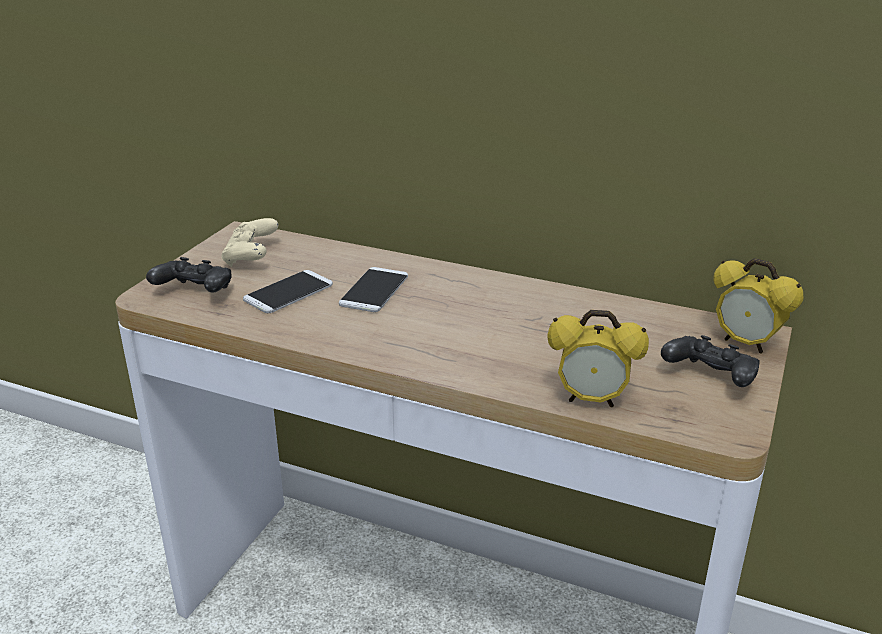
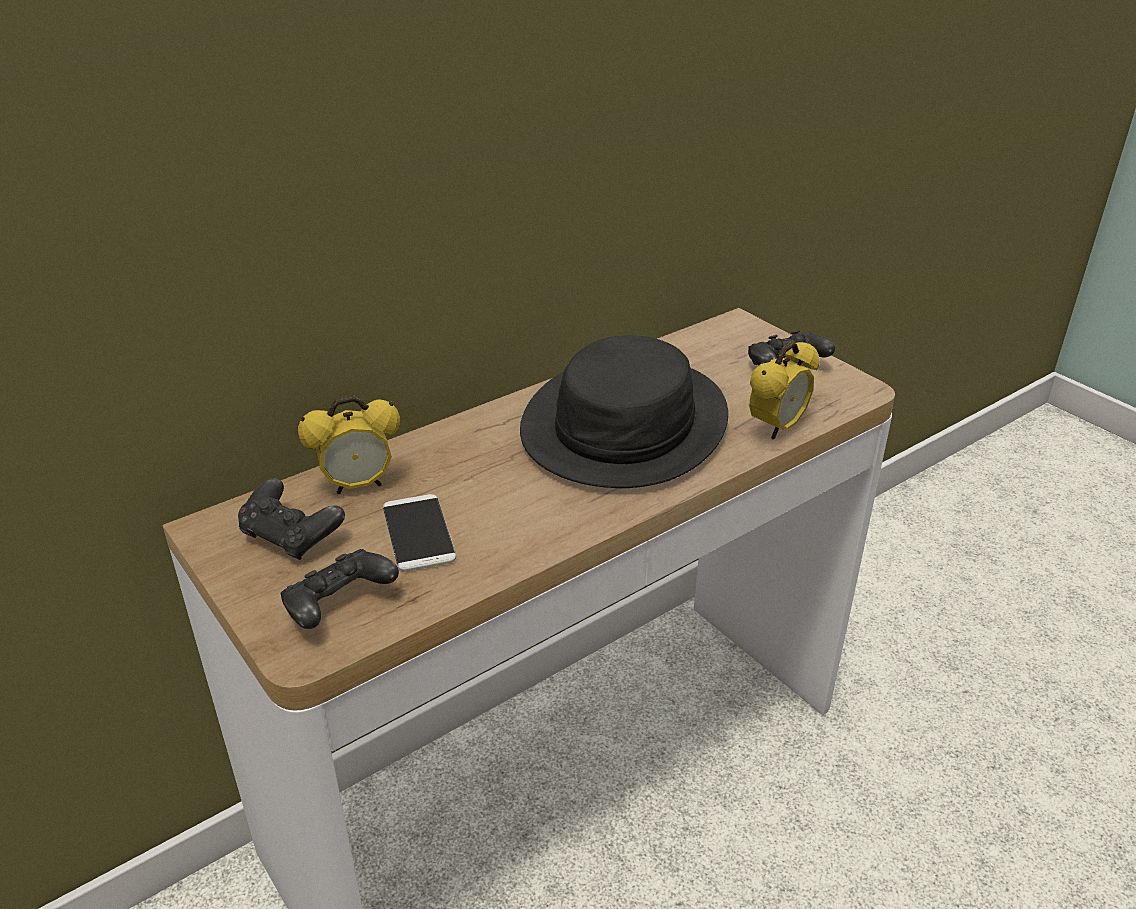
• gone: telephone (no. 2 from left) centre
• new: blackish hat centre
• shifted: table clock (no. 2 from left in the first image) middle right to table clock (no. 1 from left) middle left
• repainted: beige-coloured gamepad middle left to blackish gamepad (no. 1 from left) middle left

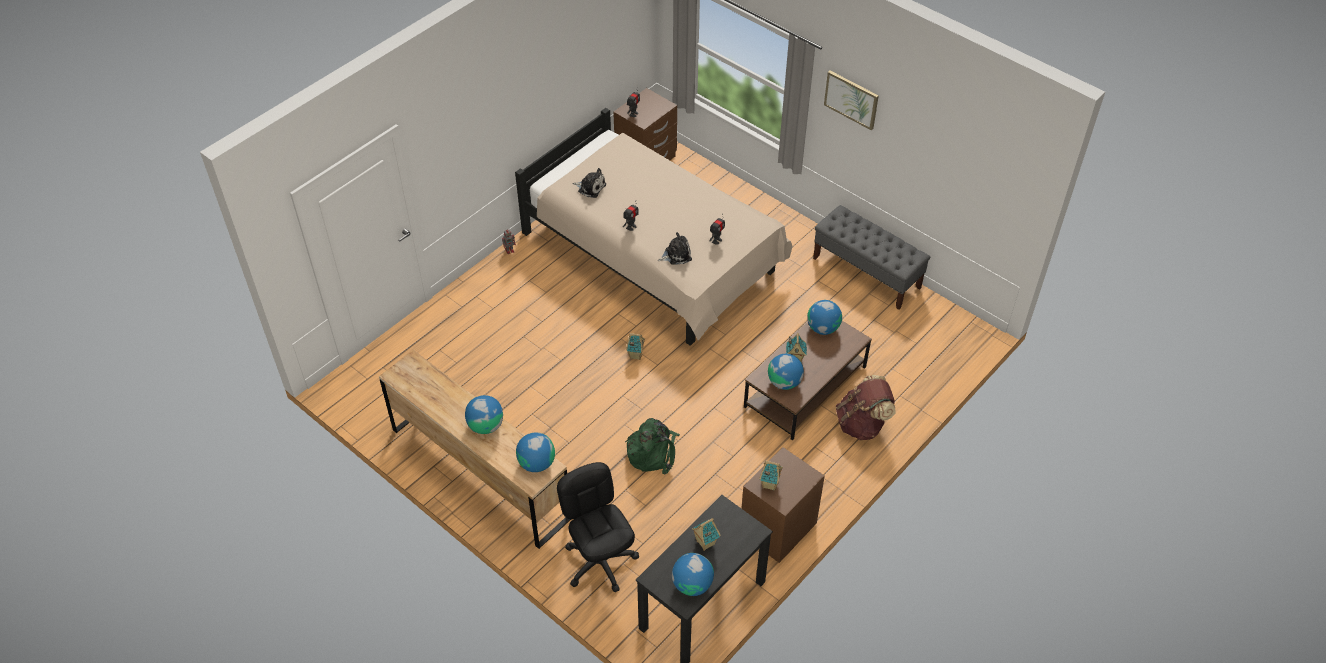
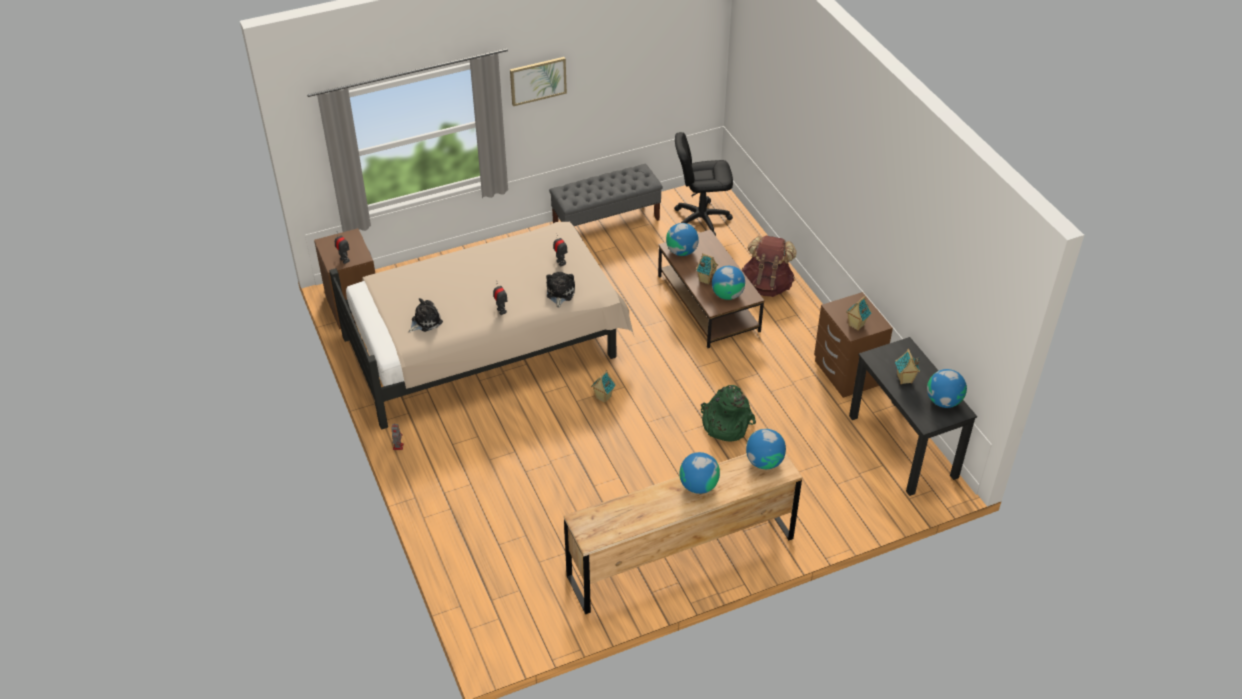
• shifted: blackish desk chair bottom centre to top centre

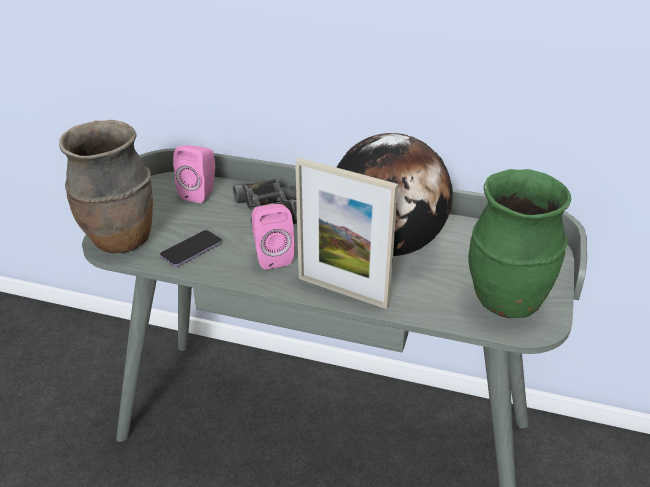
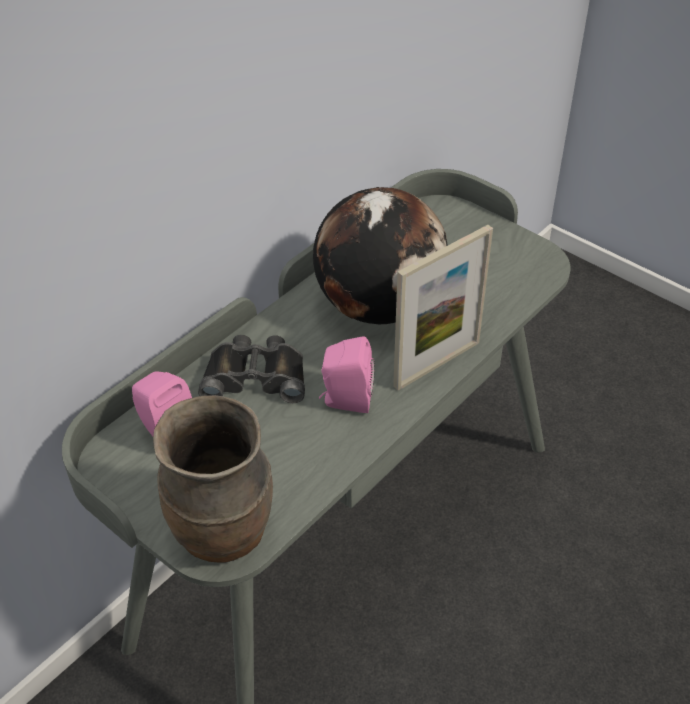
• gone: telephone middle left
• gone: greenish vase middle right

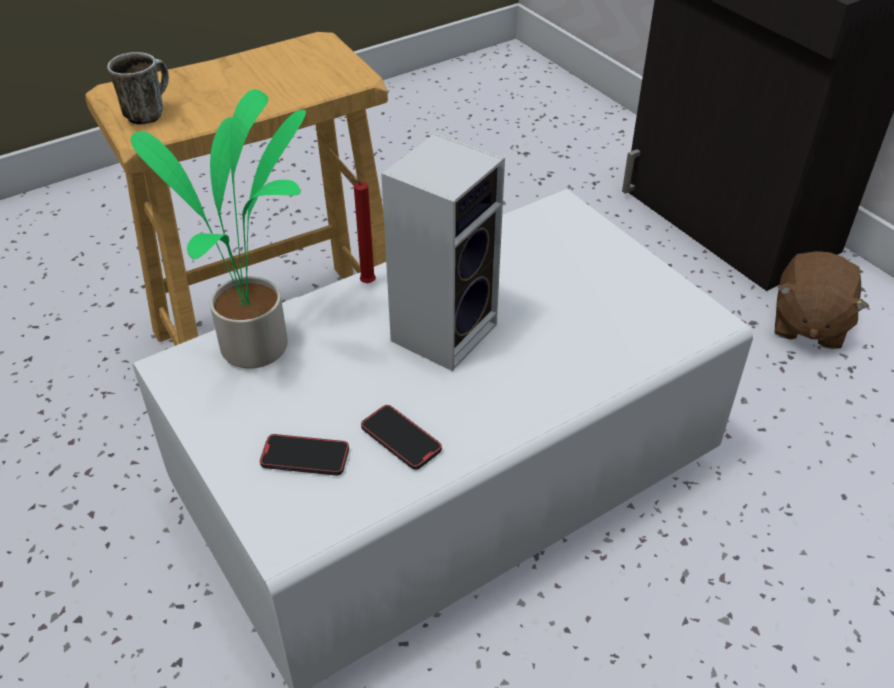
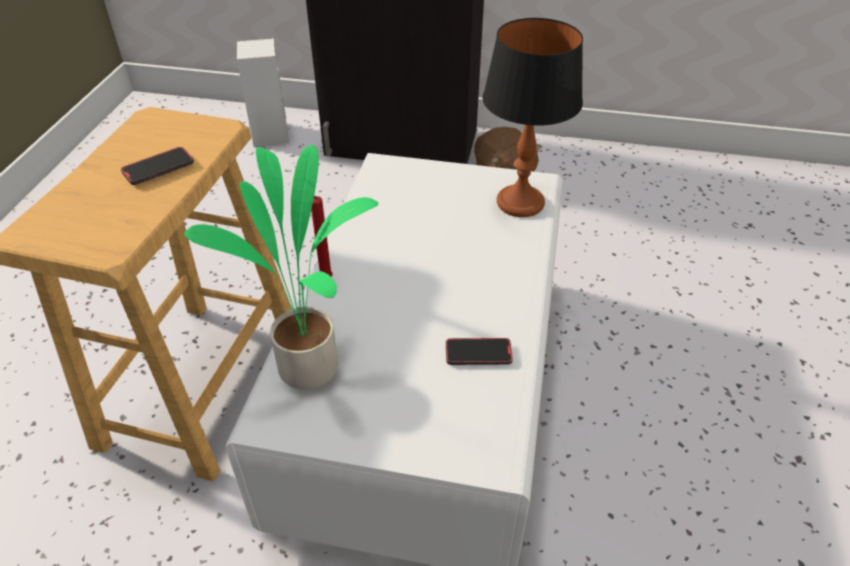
• gone: mug top left
• new: table lamp top centre
• shifted: telephone (no. 1 from left) centre to top left
• shifted: audio speaker centre to top left

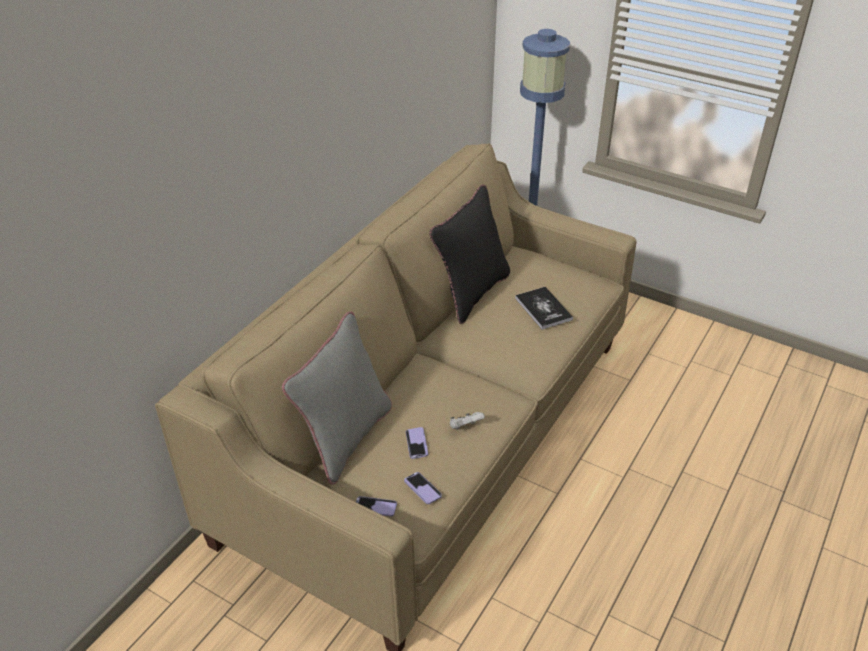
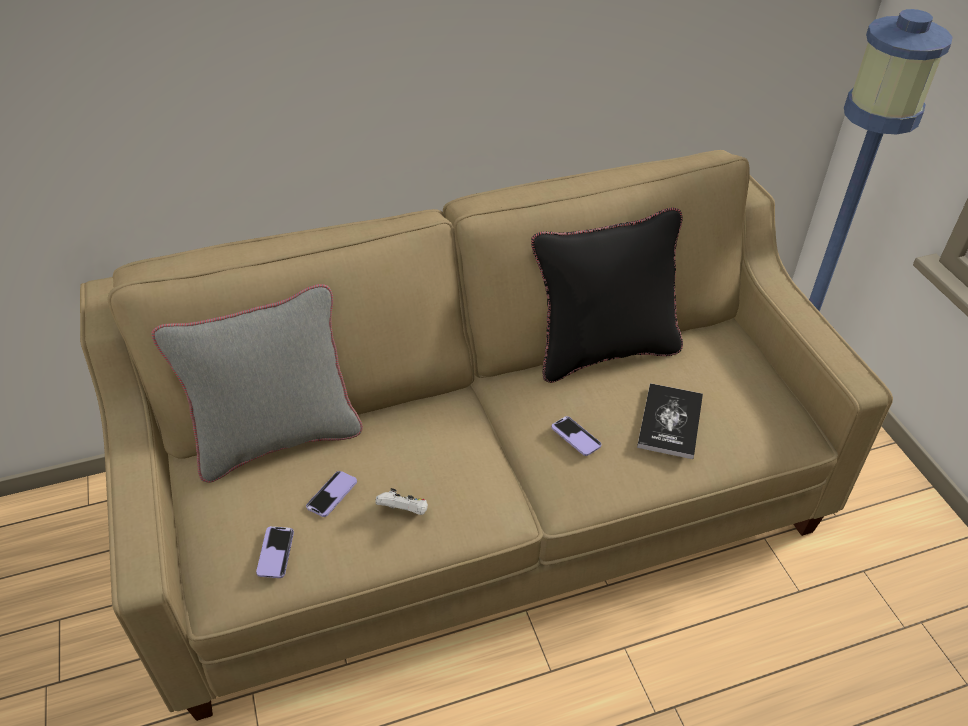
• shifted: telephone (no. 1 from left in the first image) bottom centre to telephone (no. 3 from left) centre

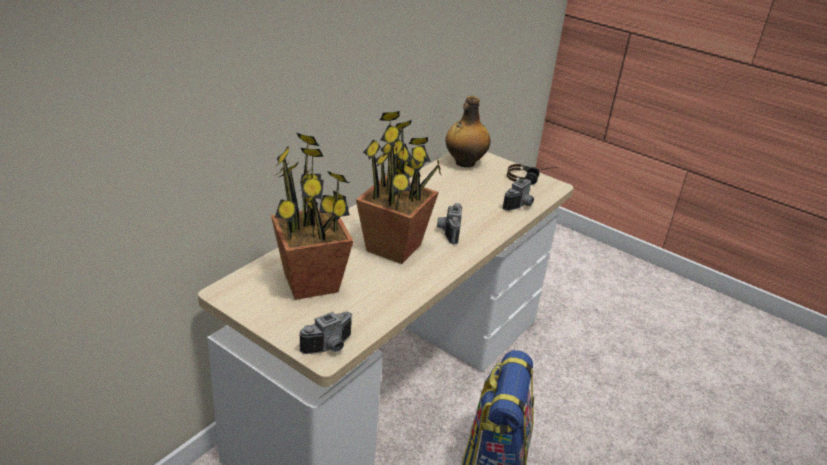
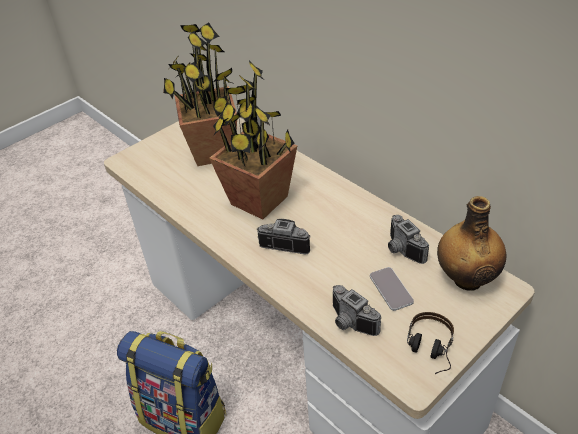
• new: telephone middle right
• shifted: still camera (no. 1 from left in the first image) bottom centre to still camera (no. 3 from left) middle right

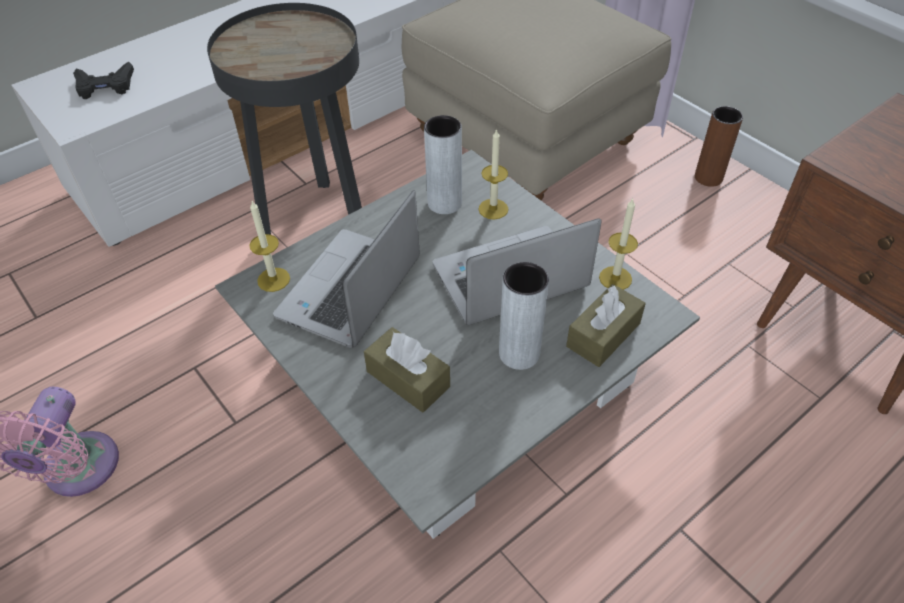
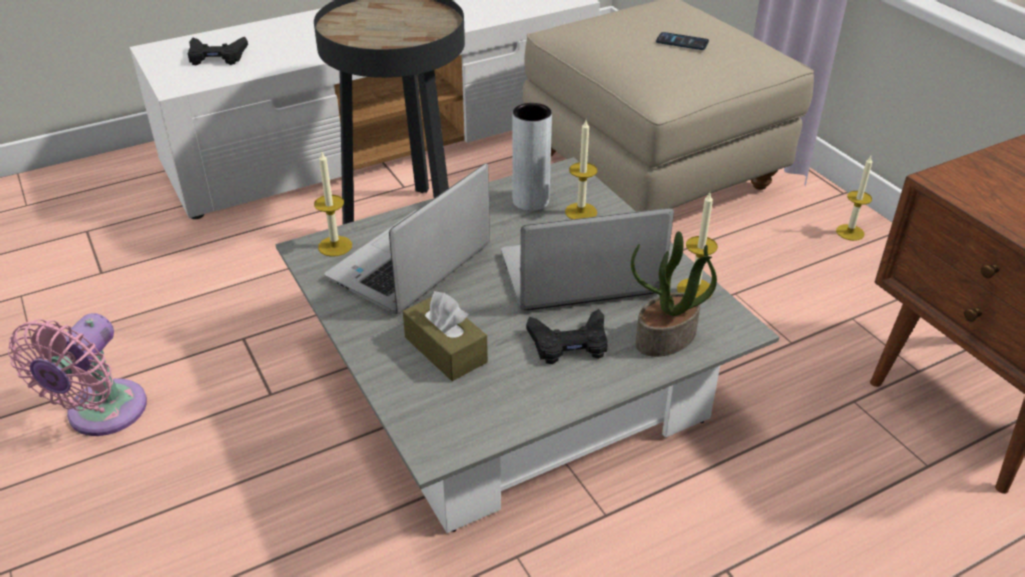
• new: telephone top centre
• swapped: grey vase (no. 2 from left) centre to blackish gamepad (no. 2 from left) centre
• swapped: brownish box of tissues (no. 2 from left) middle right to houseplant centre
• swapped: brownish vase top right to candle (no. 4 from left) middle right

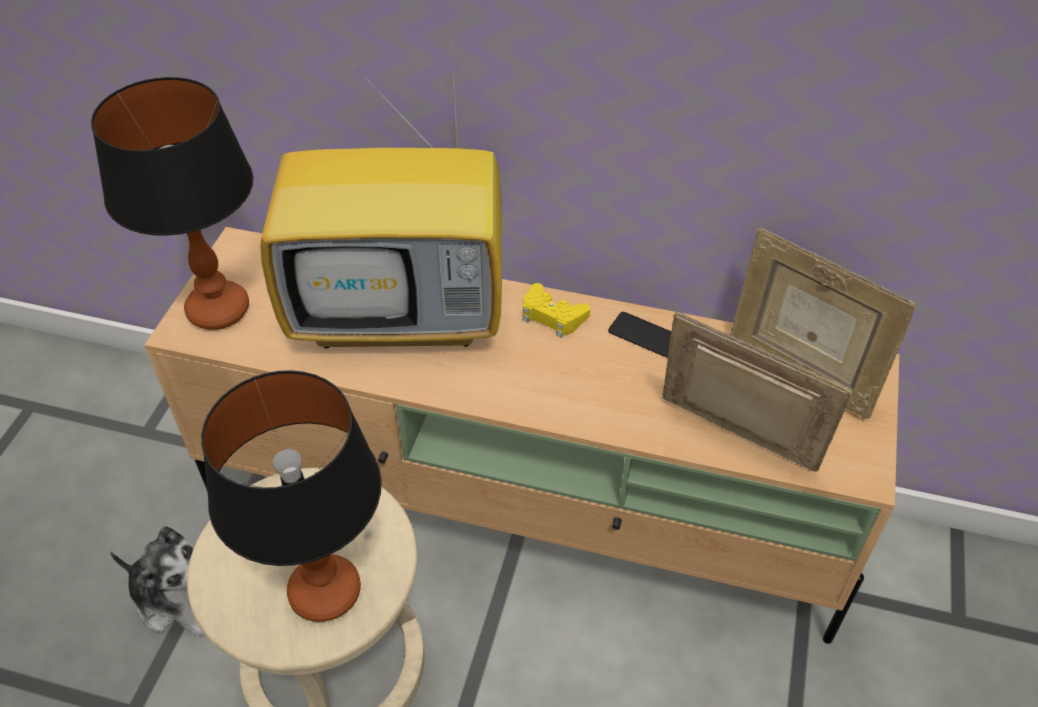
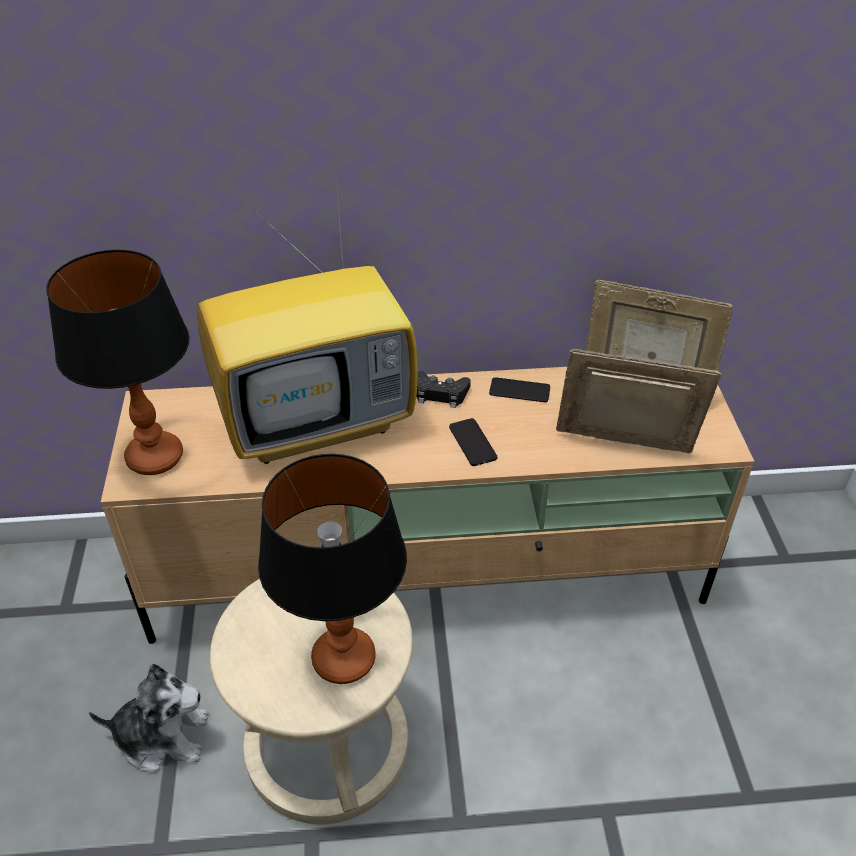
• new: telephone (no. 1 from left) centre
• repainted: yellowish gamepad centre to blackish gamepad centre

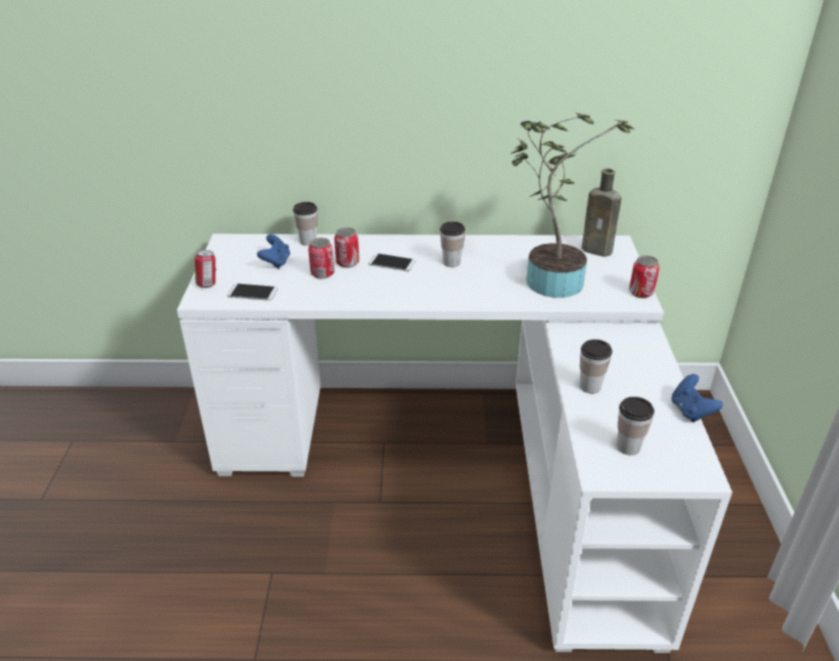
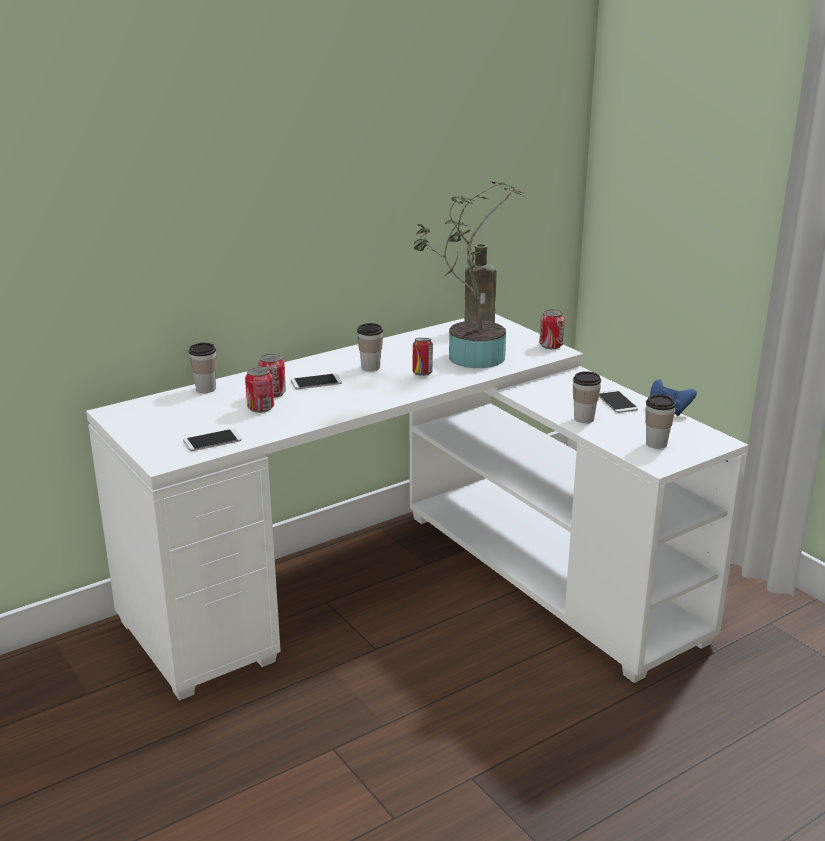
• gone: blue gamepad (no. 1 from left) middle left
• new: telephone (no. 3 from left) middle right
• shifted: sealed can (no. 1 from left in the first image) middle left to sealed can (no. 3 from left) centre

